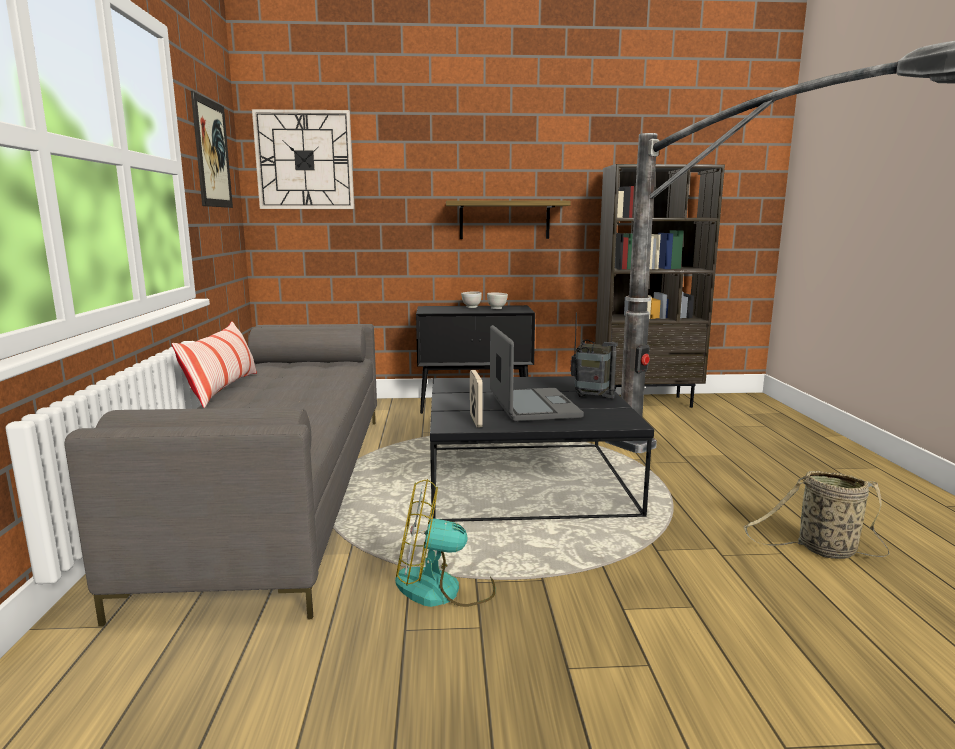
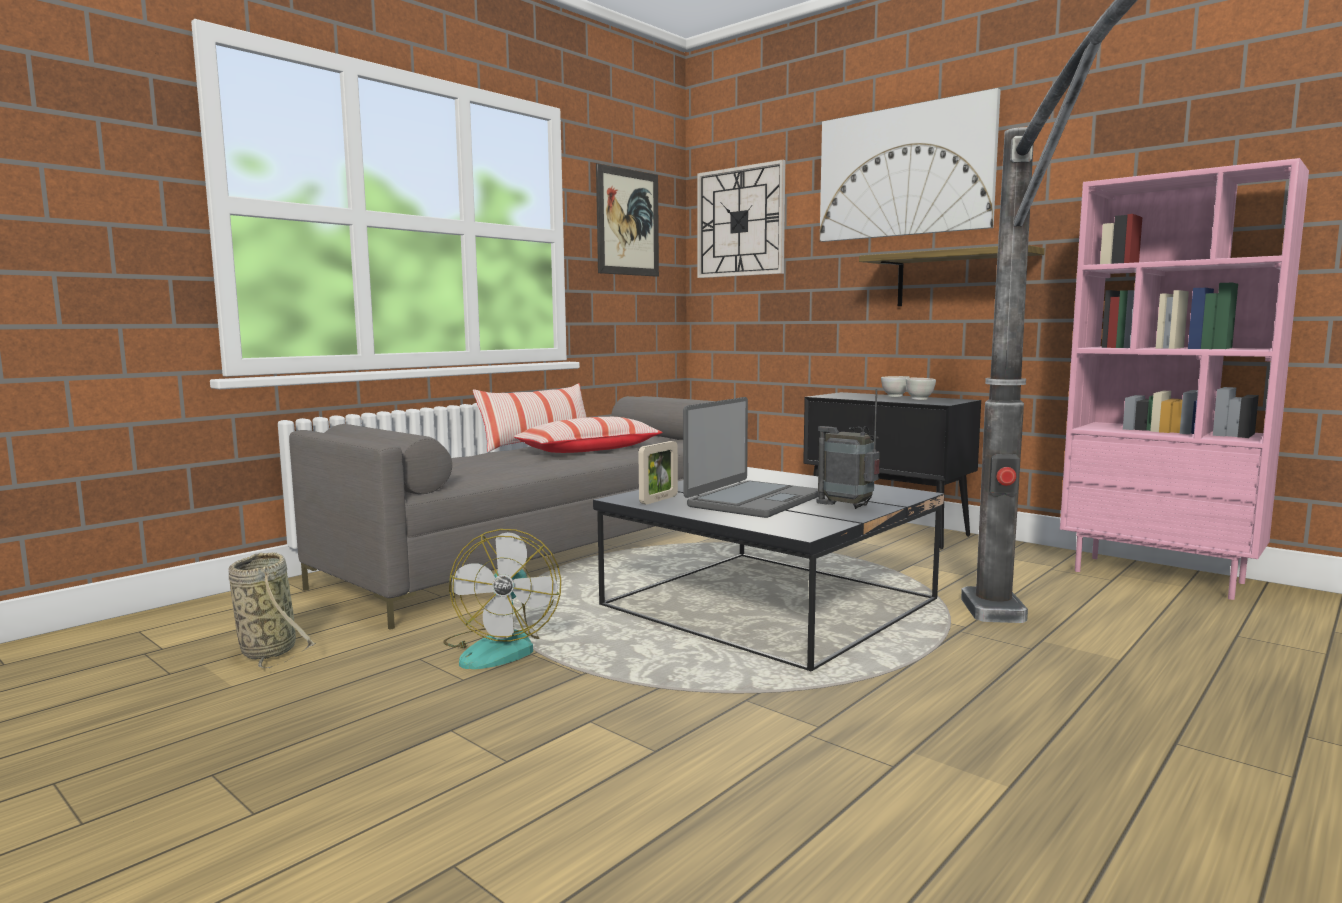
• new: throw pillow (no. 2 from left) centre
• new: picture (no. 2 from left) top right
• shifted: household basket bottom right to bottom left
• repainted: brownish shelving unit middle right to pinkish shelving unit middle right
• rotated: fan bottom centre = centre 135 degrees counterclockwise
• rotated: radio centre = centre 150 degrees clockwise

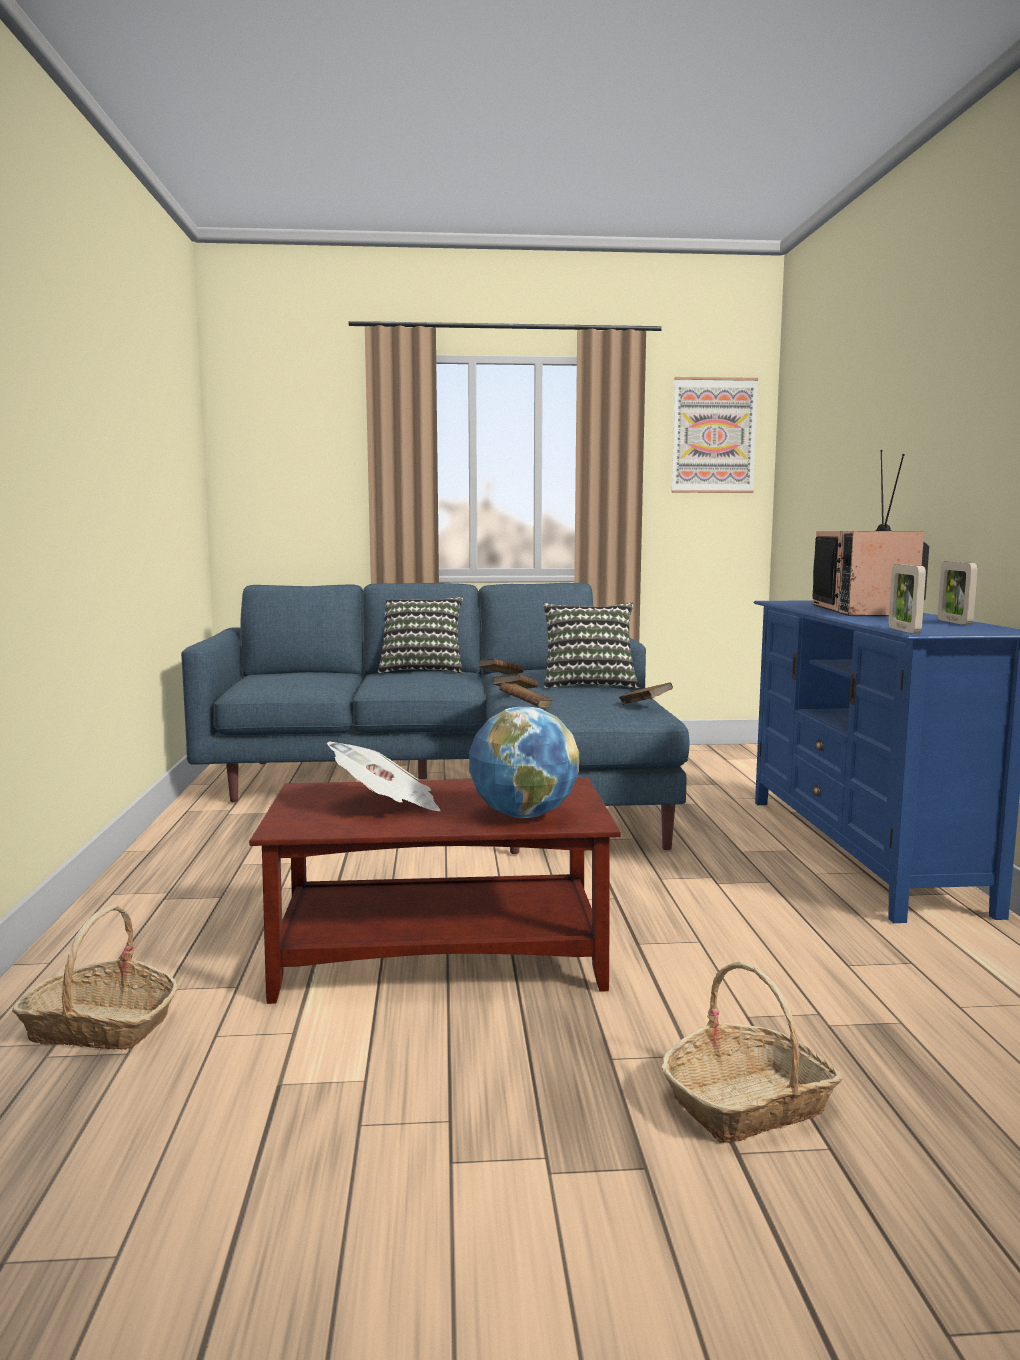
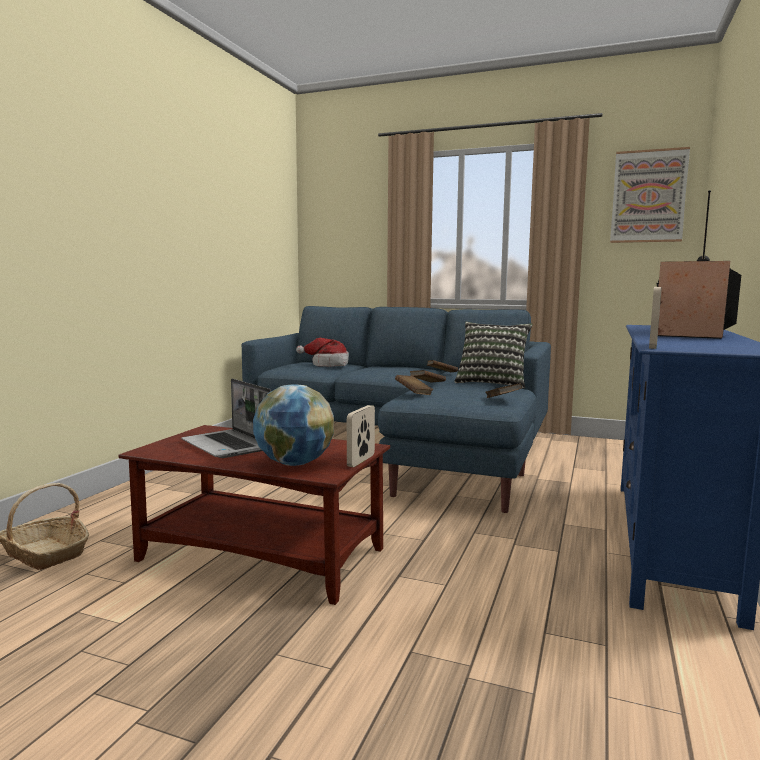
• gone: throw pillow (no. 1 from left) centre
• gone: household basket (no. 2 from left) bottom right
• new: hat centre
• shifted: picture frame (no. 2 from left in the first image) middle right to picture frame (no. 1 from left) centre
• swapped: printed paper centre to notebook computer middle left

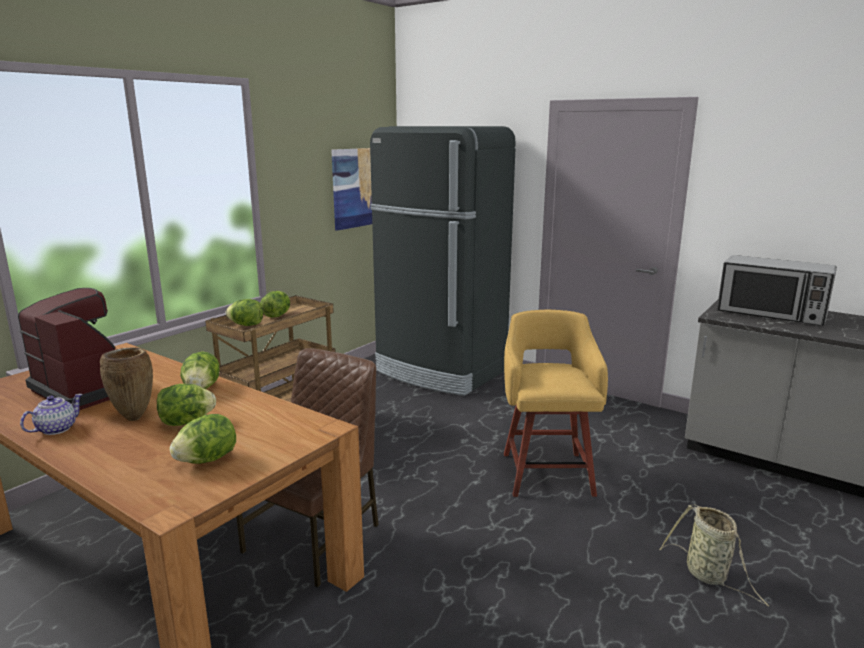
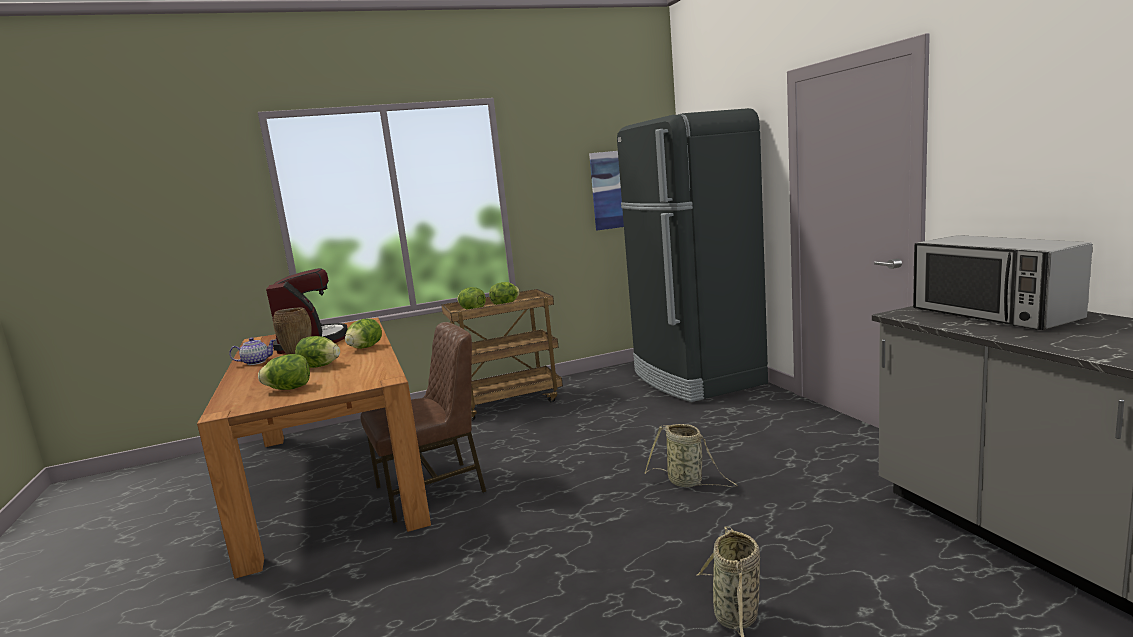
• swapped: yellowish sitting stool centre to household basket (no. 1 from left) bottom centre

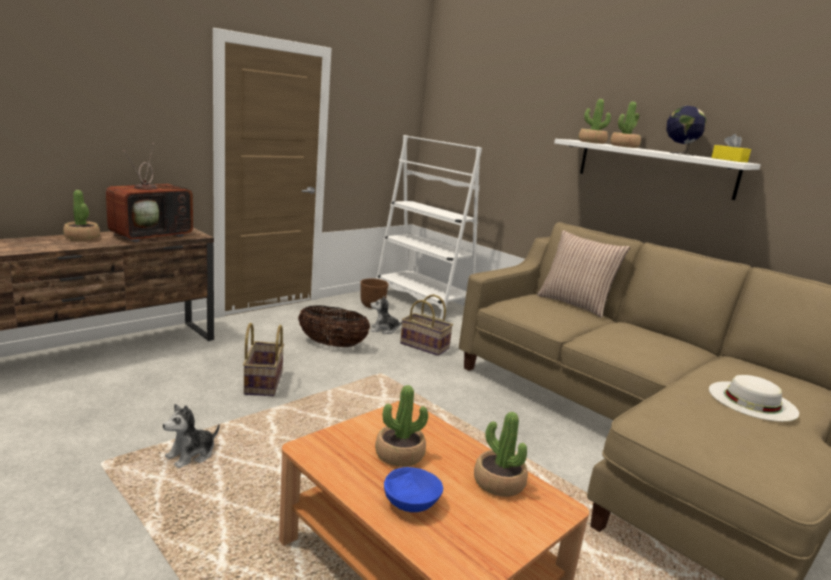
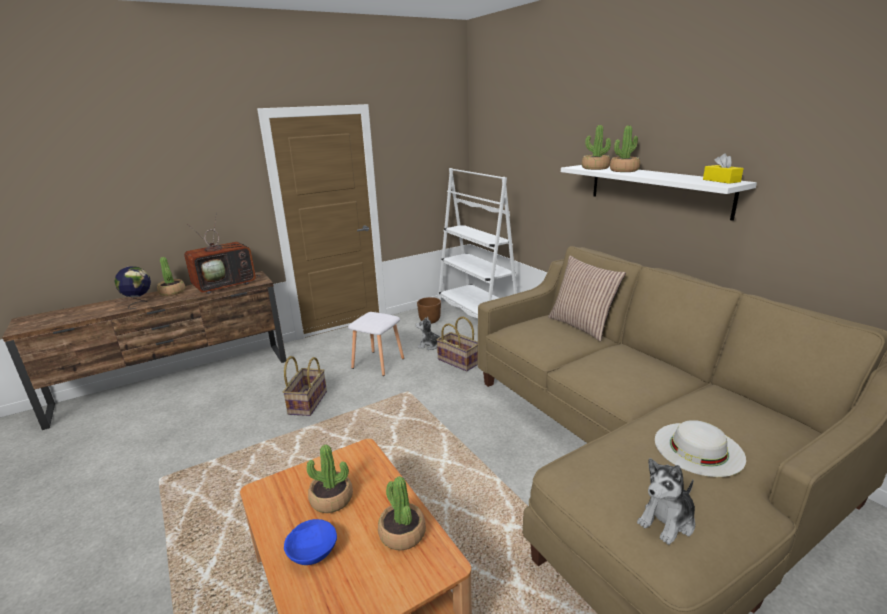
• shifted: soft toy (no. 1 from left in the first image) bottom left to soft toy (no. 2 from left) bottom right
• shifted: desk globe top right to middle left
• swapped: household basket (no. 2 from left) centre to white-coloured sitting stool centre

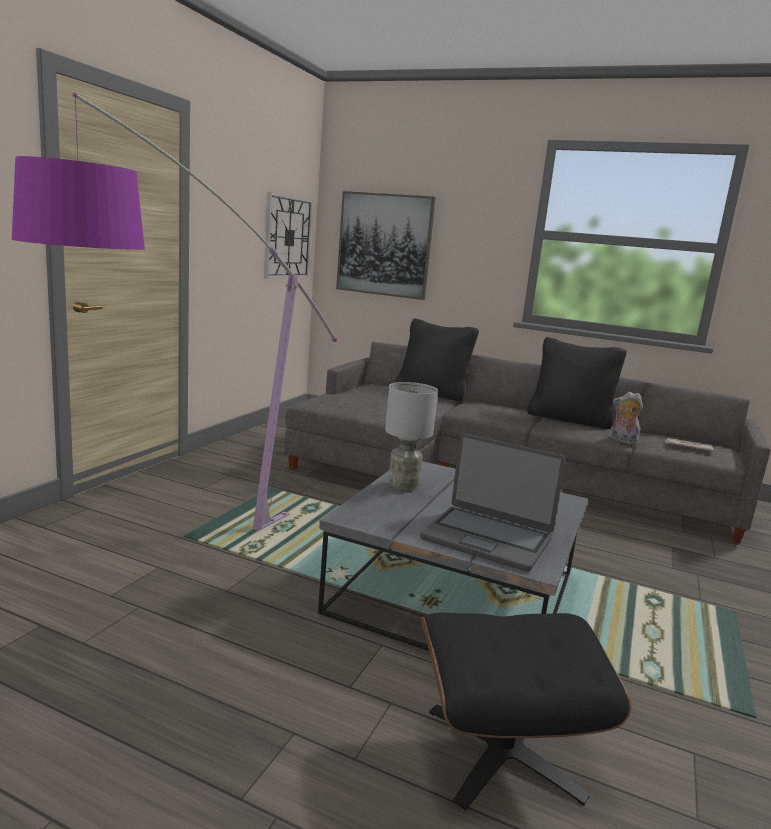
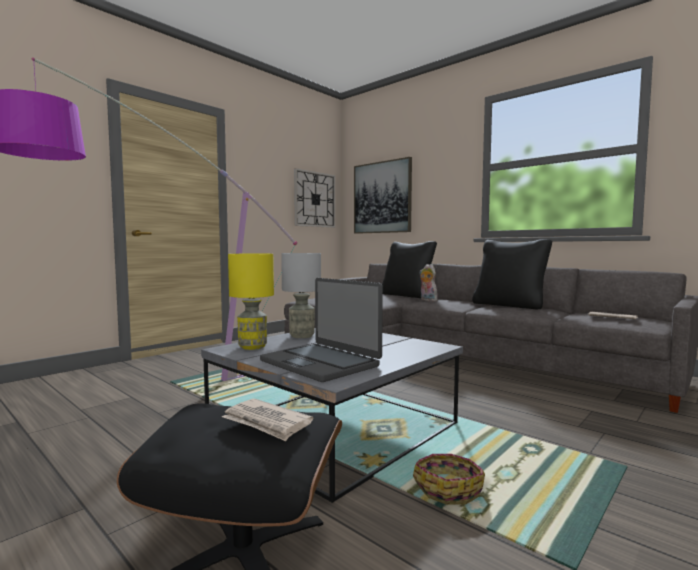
• new: printed paper (no. 1 from left) bottom centre
• new: yellowish table lamp centre
• new: household basket bottom centre
• shifted: soft toy middle right to centre

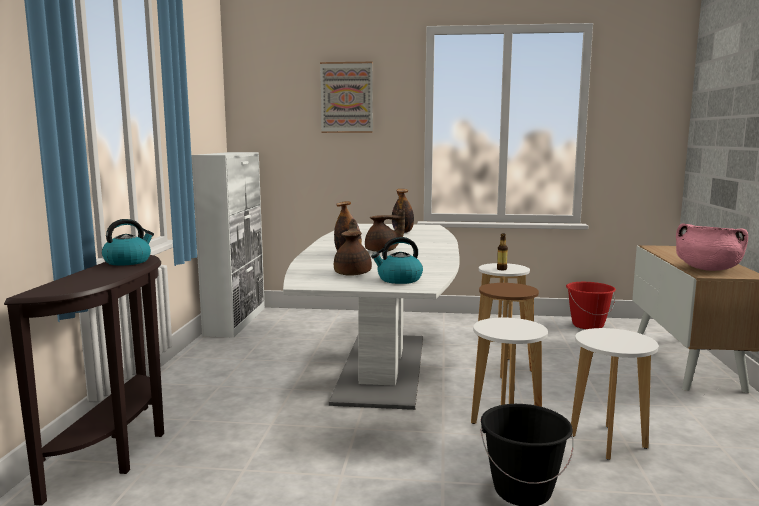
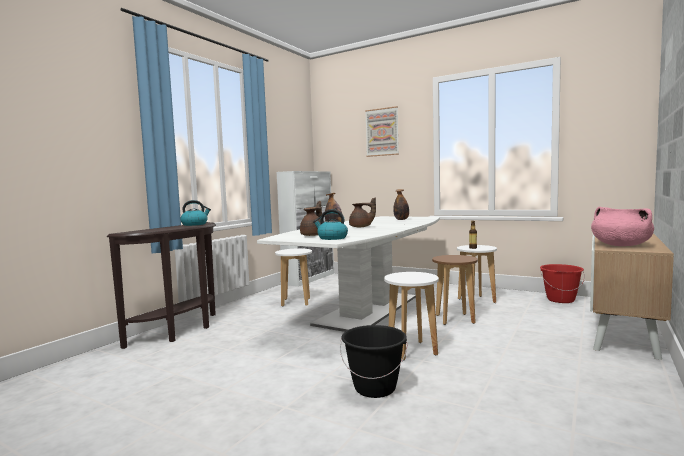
• shifted: white-coloured sitting stool (no. 3 from left in the first image) bottom right to white-coloured sitting stool (no. 1 from left) centre

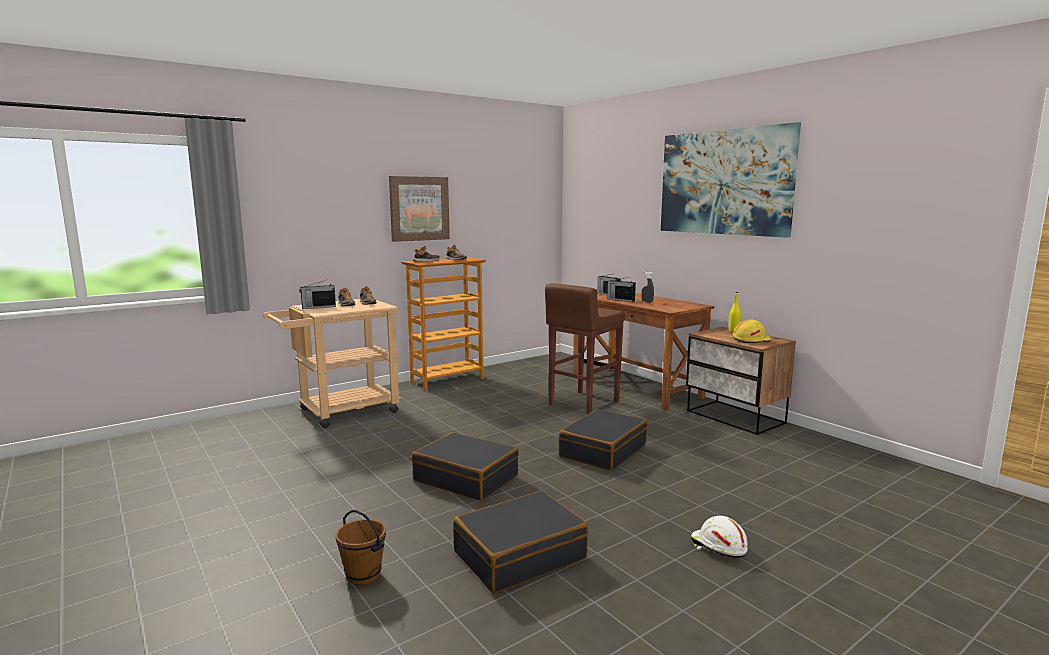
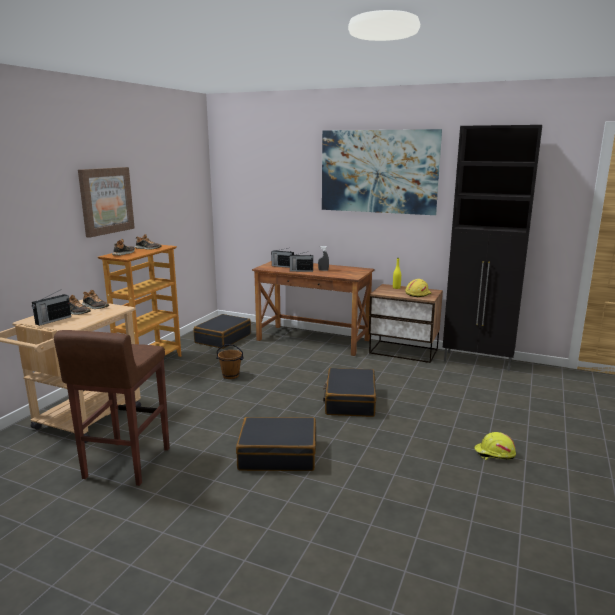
• new: blackish storage cabinet middle right
• shifted: brownish pail bottom centre to centre
• shifted: blackish piece of luggage (no. 2 from left in the first image) bottom centre to blackish piece of luggage (no. 1 from left) centre
• shifted: brownish sitting stool centre to middle left
• repainted: white-coloured hard hat bottom right to yellowish hard hat (no. 2 from left) bottom right

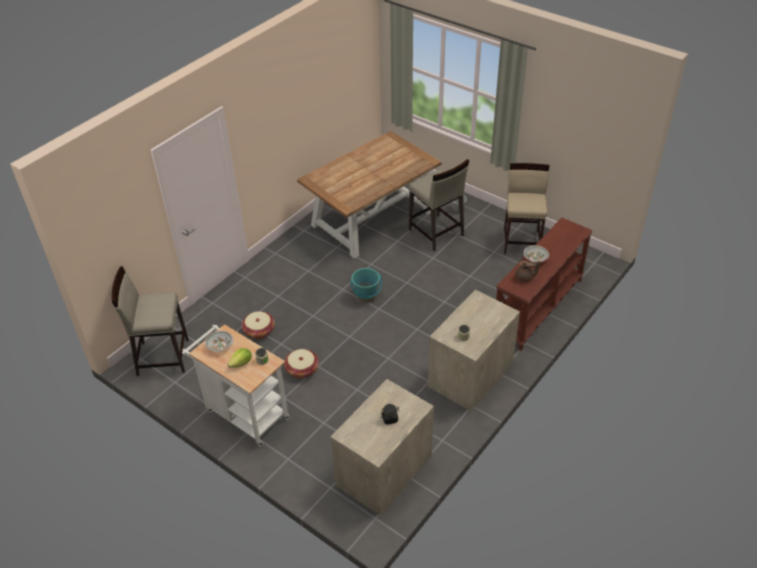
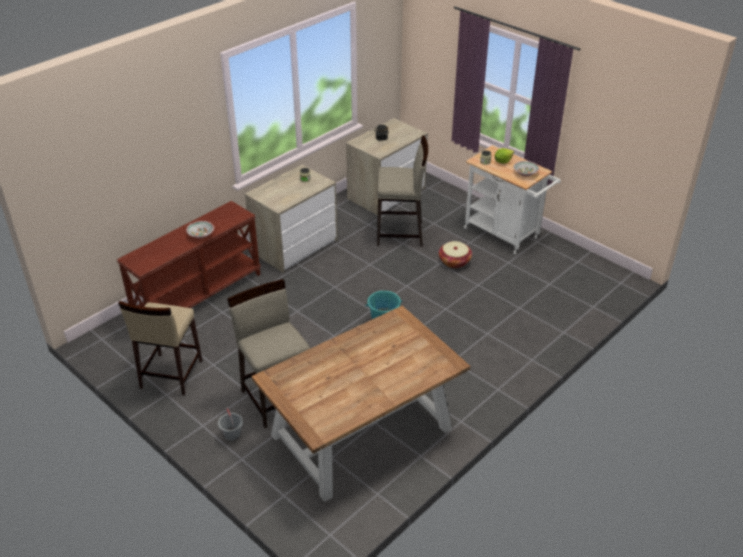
• gone: household basket (no. 1 from left) centre
• gone: brownish pot for tea middle right
• shifted: beige-coloured sitting stool (no. 1 from left in the first image) middle left to beige-coloured sitting stool (no. 3 from left) centre

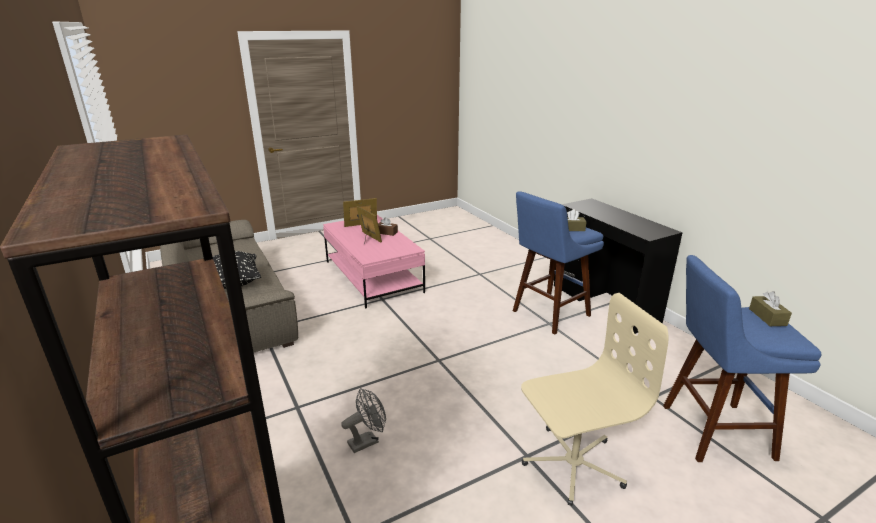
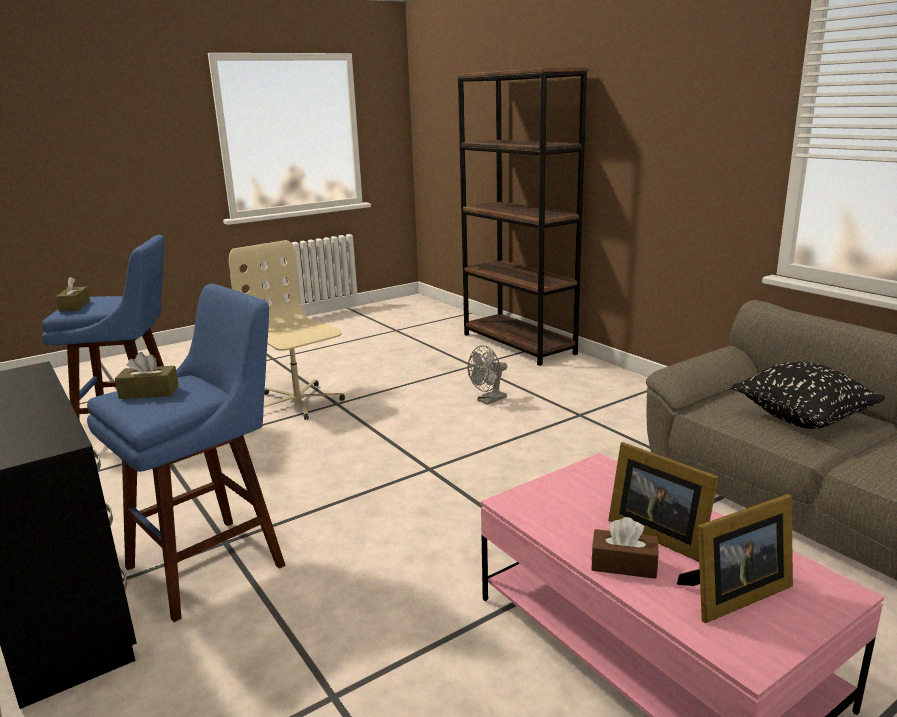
• rotated: beige-coloured desk chair bottom right = middle left 75 degrees clockwise

